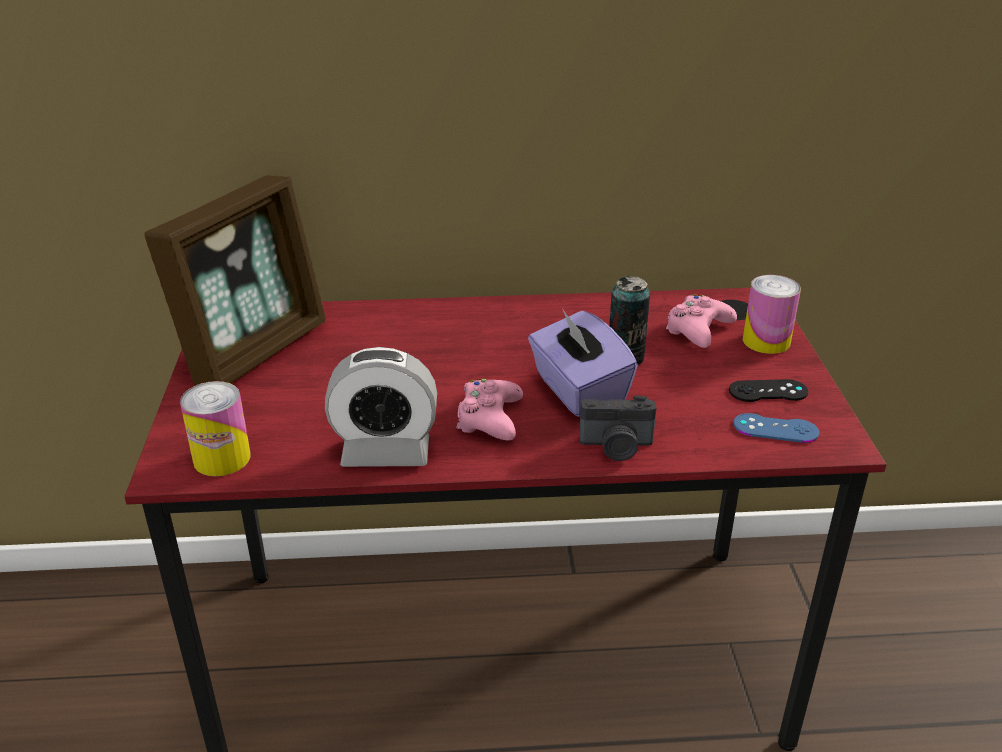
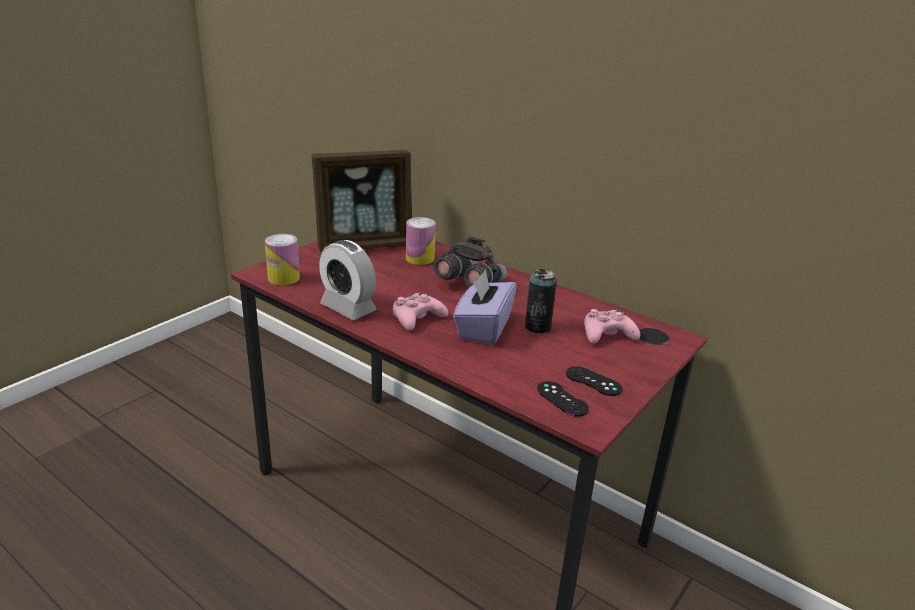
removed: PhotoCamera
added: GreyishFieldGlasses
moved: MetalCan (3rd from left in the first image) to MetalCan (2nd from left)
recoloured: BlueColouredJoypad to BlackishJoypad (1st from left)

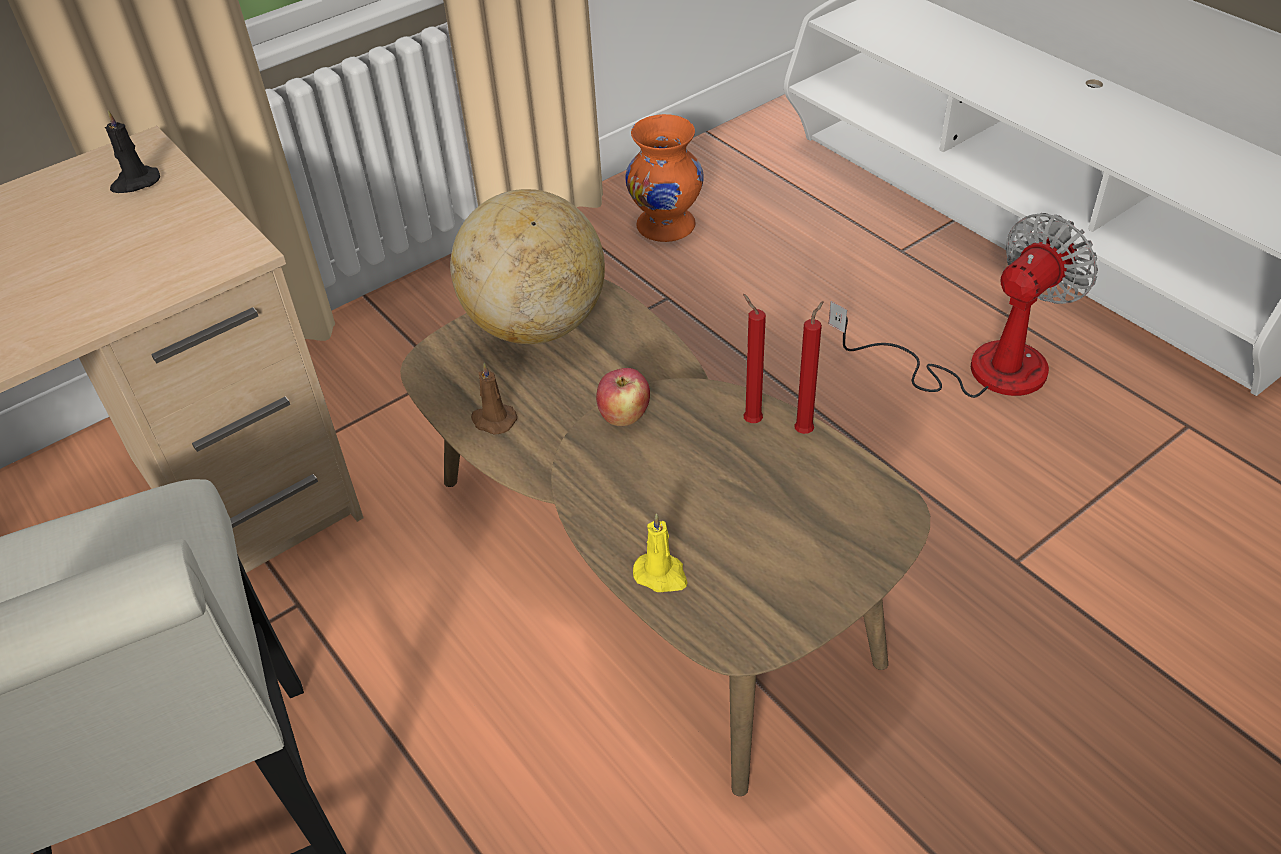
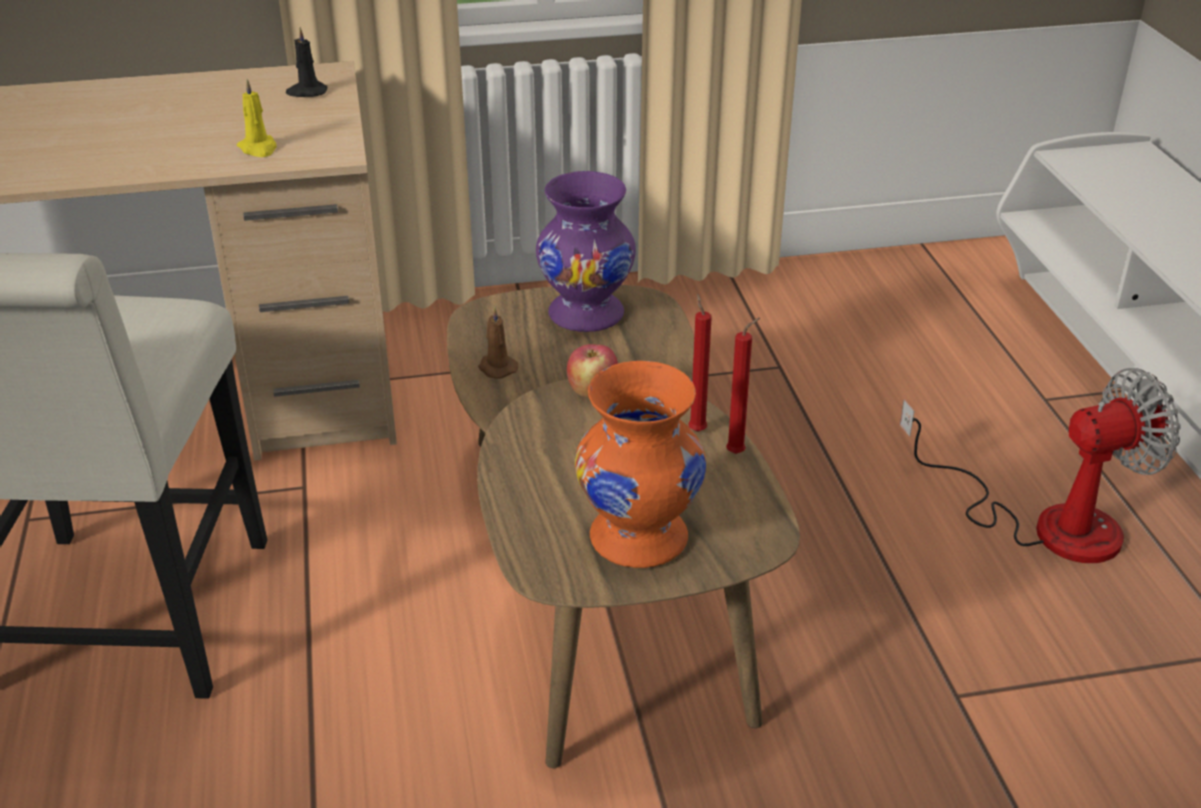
moved: YellowishWaxCandle; OrangeyFlowerVase
replaced: DeskGlobe to PurpleColouredFlowerVase

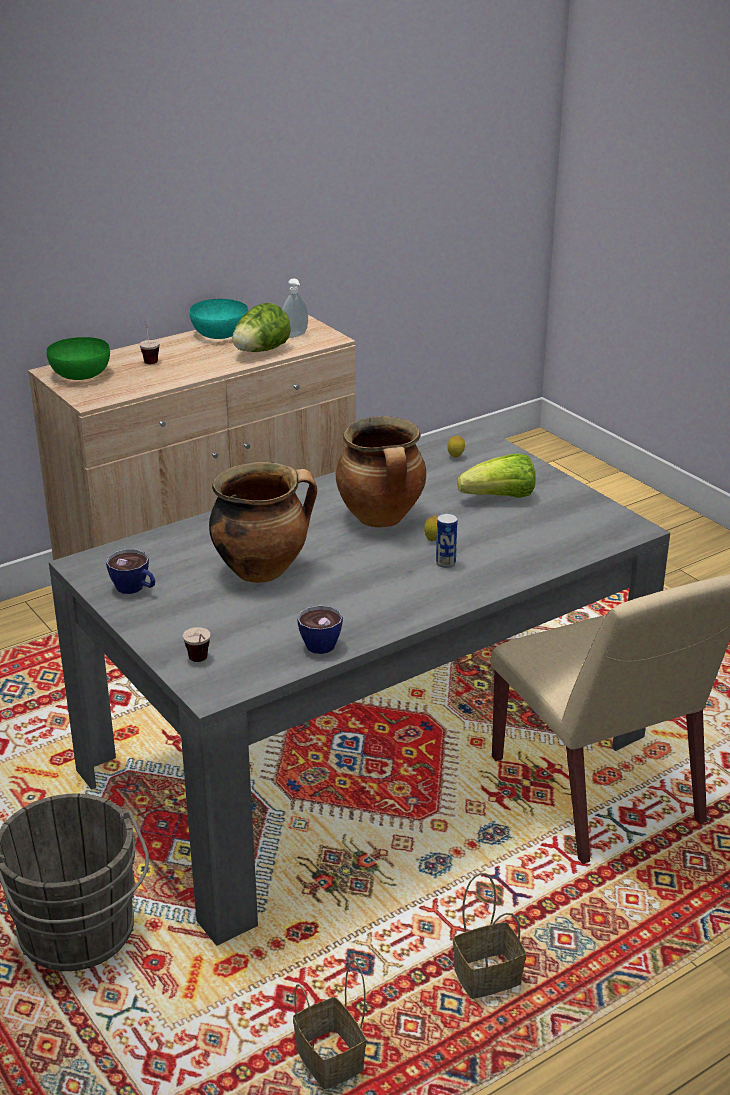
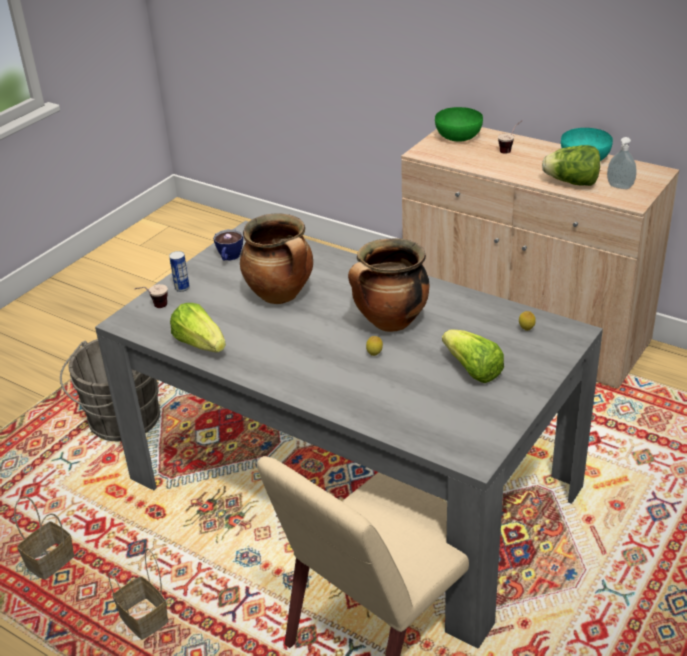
moved: MetalCan
replaced: Cup (4th from left) to LettuceHead (1st from left)

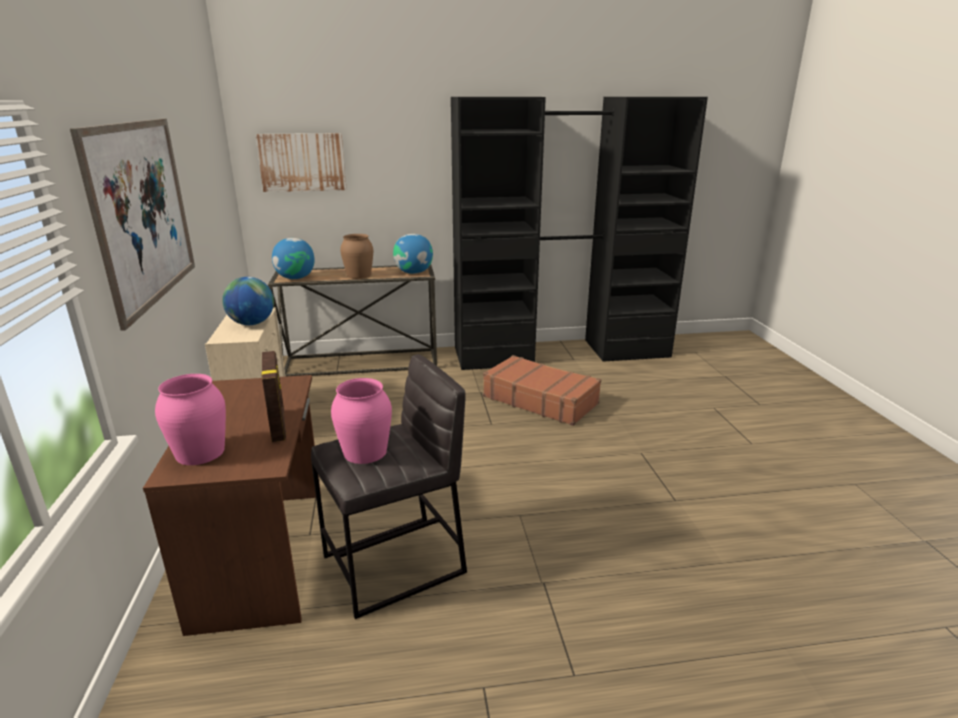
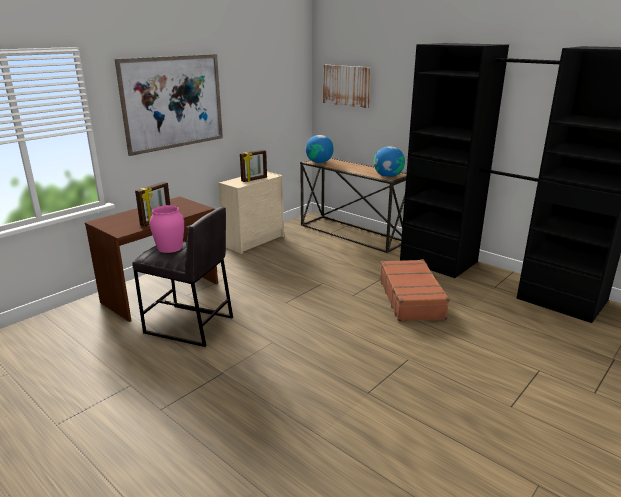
removed: PinkFlowerVase (1st from left); BrownFlowerVase
replaced: DeskGlobe (1st from left) to PictureFrame (2nd from left)

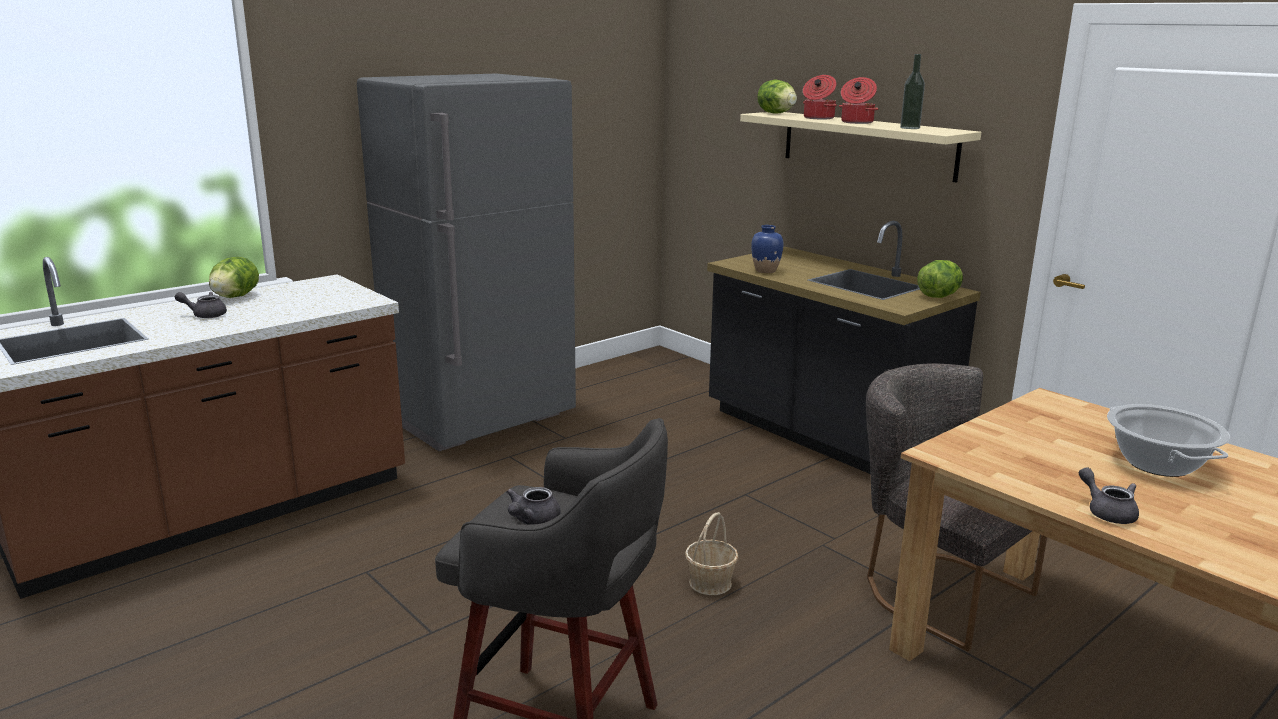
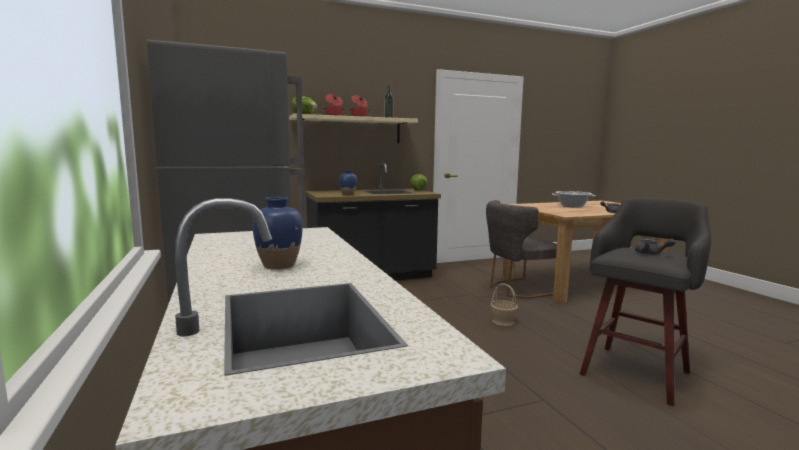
removed: LettuceHead (1st from left)
replaced: GreyishTeapot (1st from left) to BlueColouredFlowerVase (1st from left)

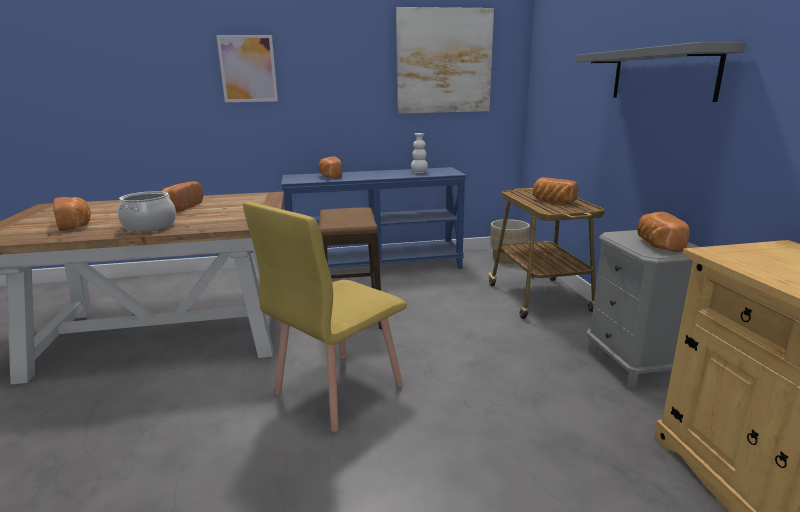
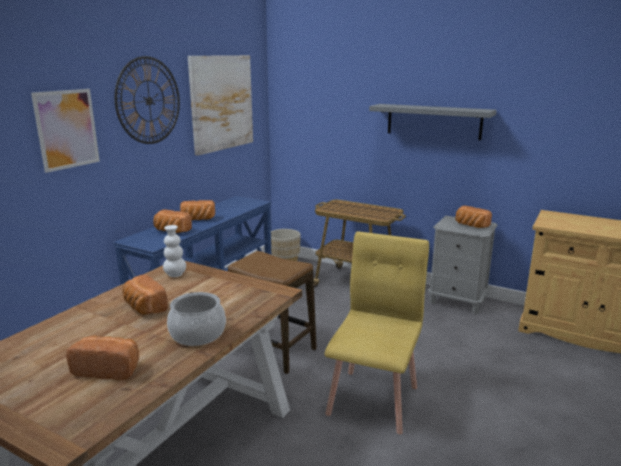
added: HangingClock
moved: WhiteFlowerVase; Bread (4th from left)
turned: YellowishChair 150 degrees counterclockwise

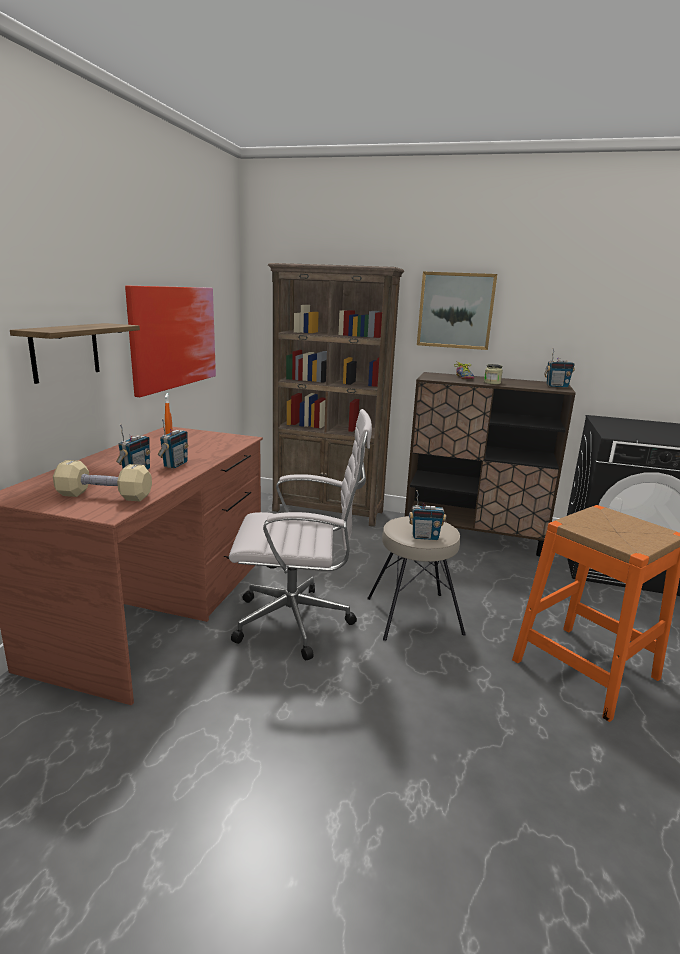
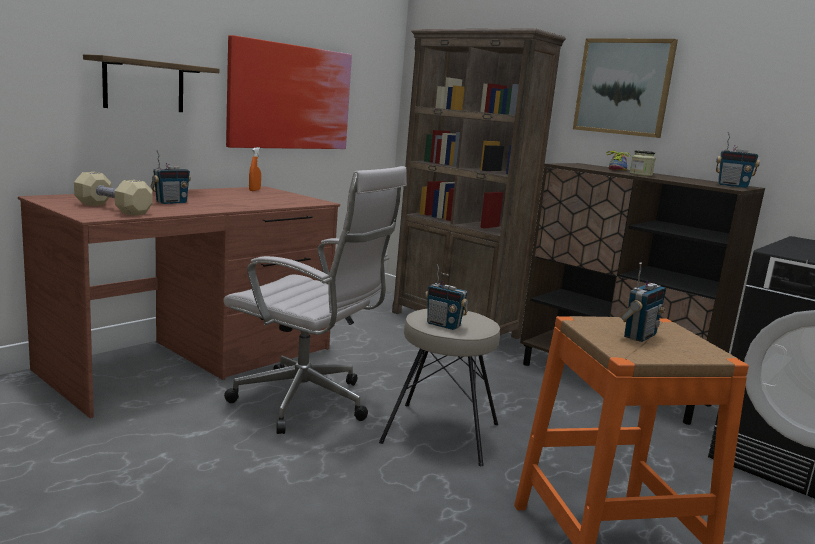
moved: Radio (2nd from left in the first image) to Radio (3rd from left)

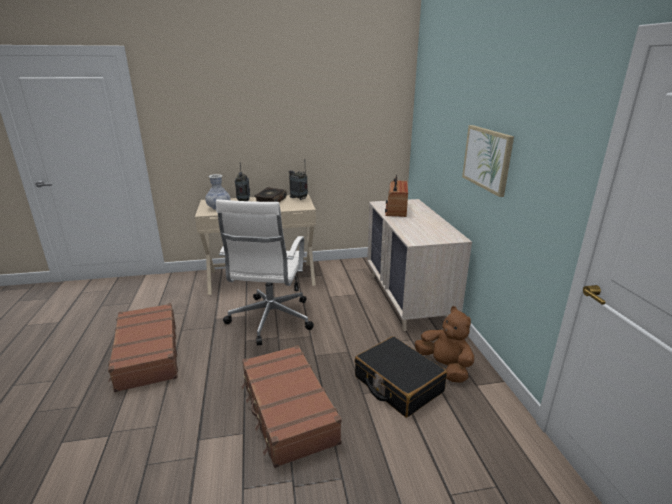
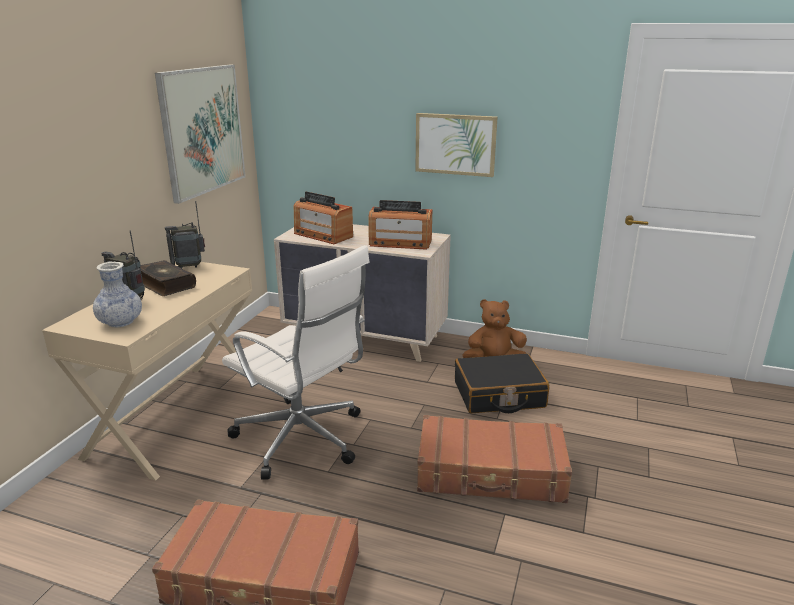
added: Picture (1st from left); Radio (4th from left)

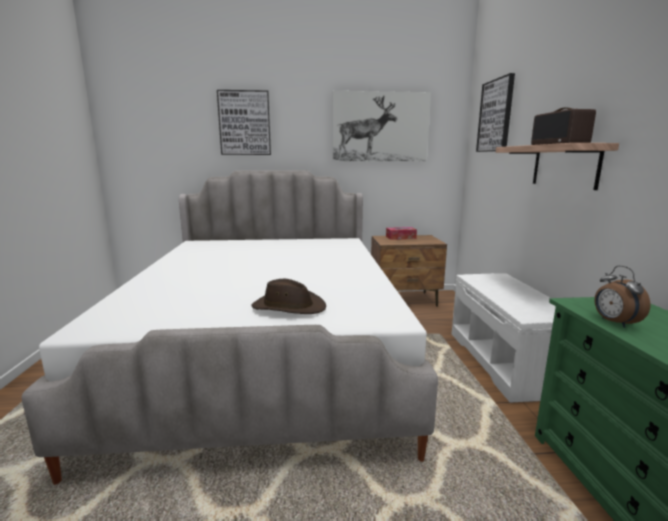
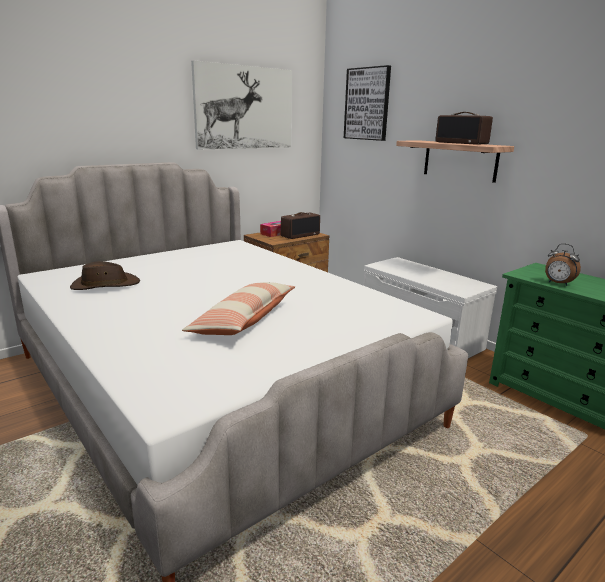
removed: Picture (1st from left)
added: ThrowPillow; Radio (1st from left)
moved: BrownWearableHat

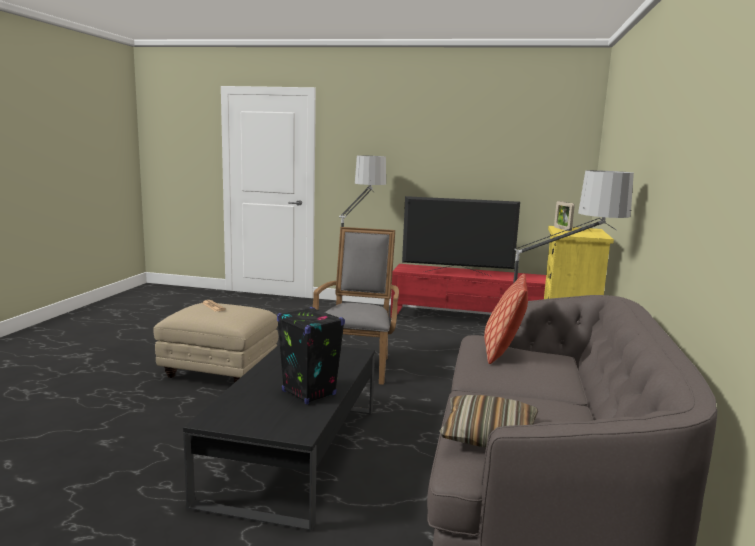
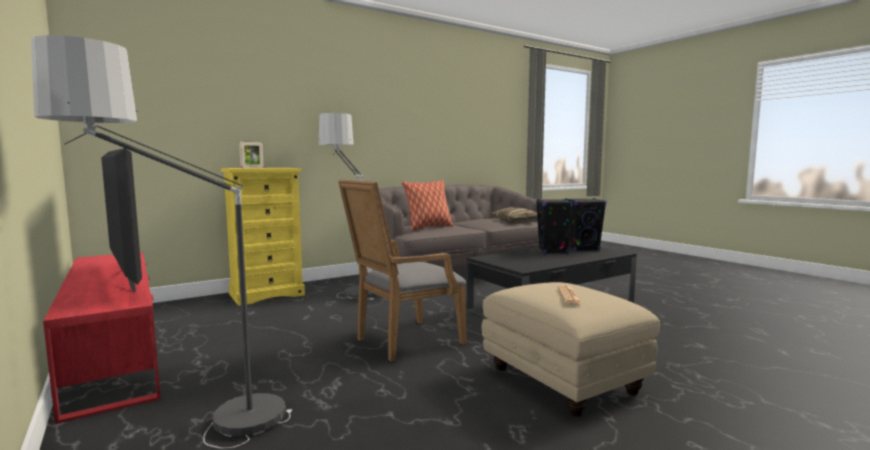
added: BlackishSpeaker (2nd from left)

